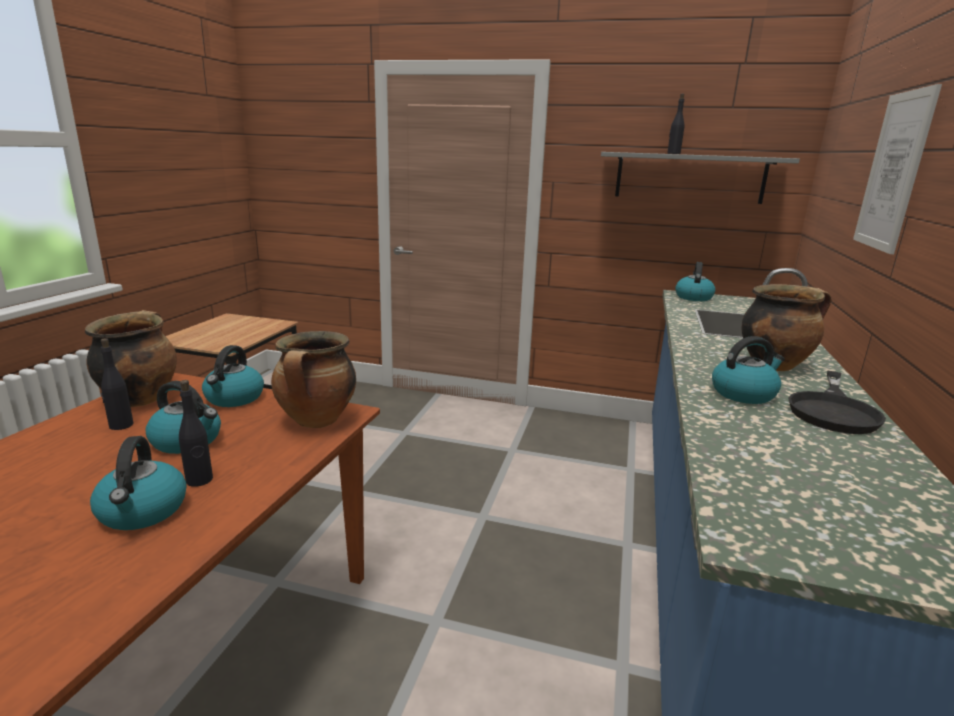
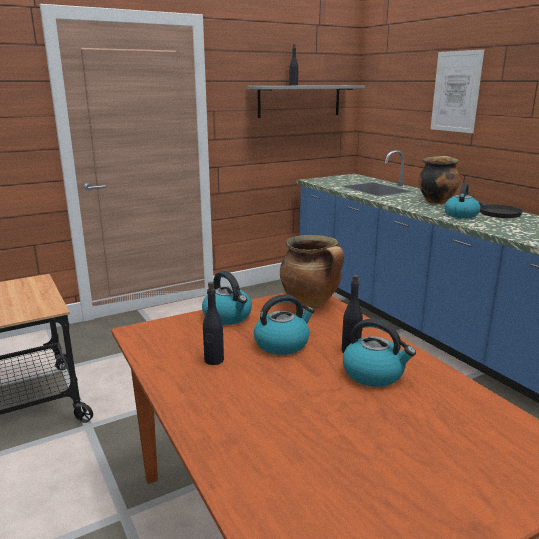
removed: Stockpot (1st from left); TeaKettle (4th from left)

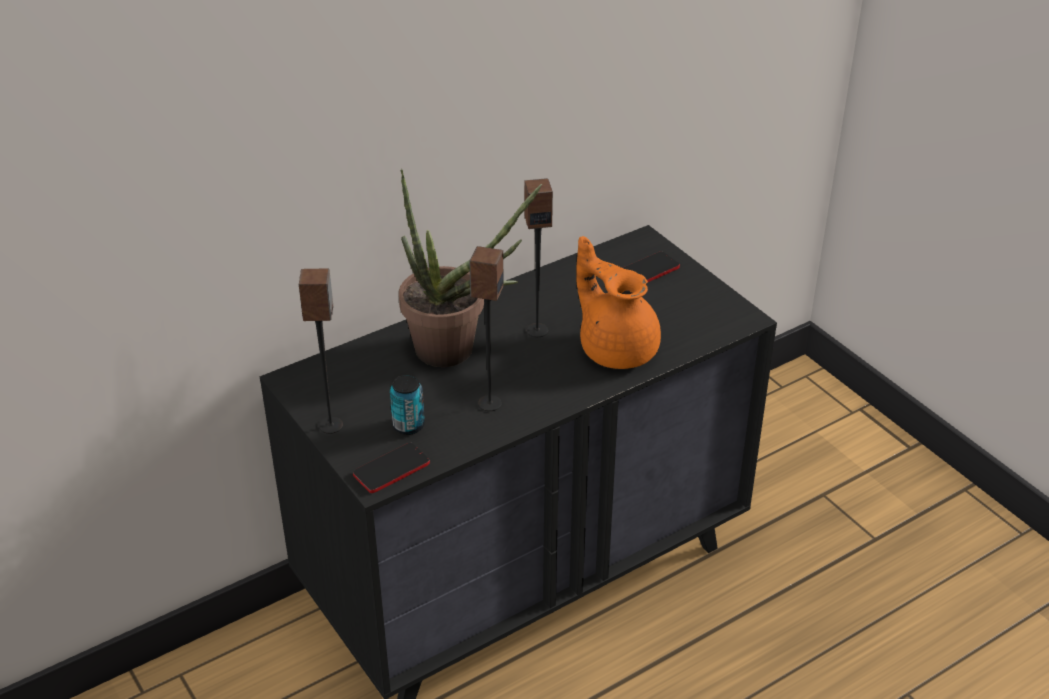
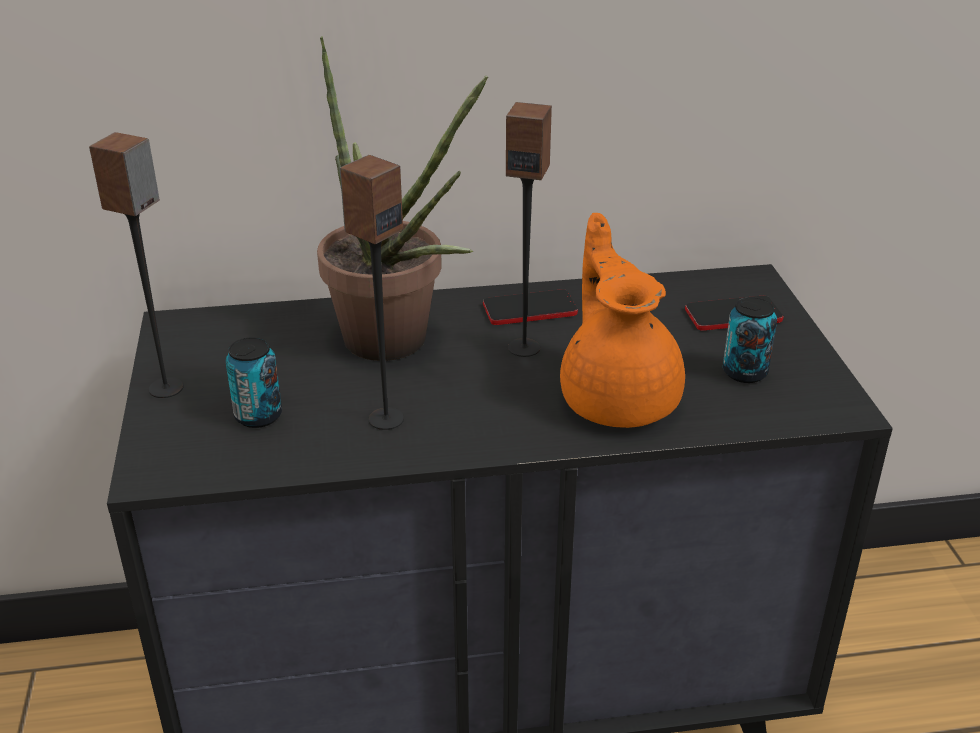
added: MetalCan (2nd from left)
moved: Handset (1st from left)

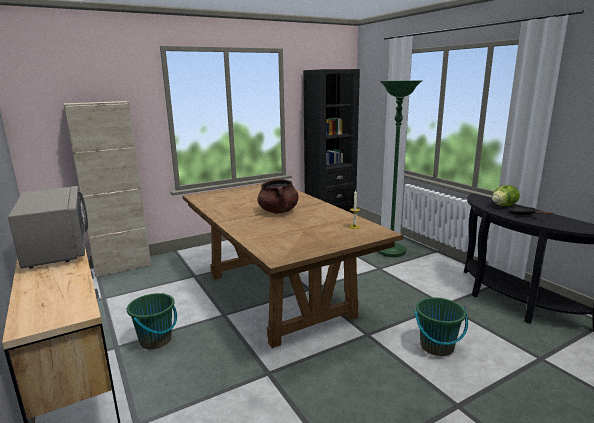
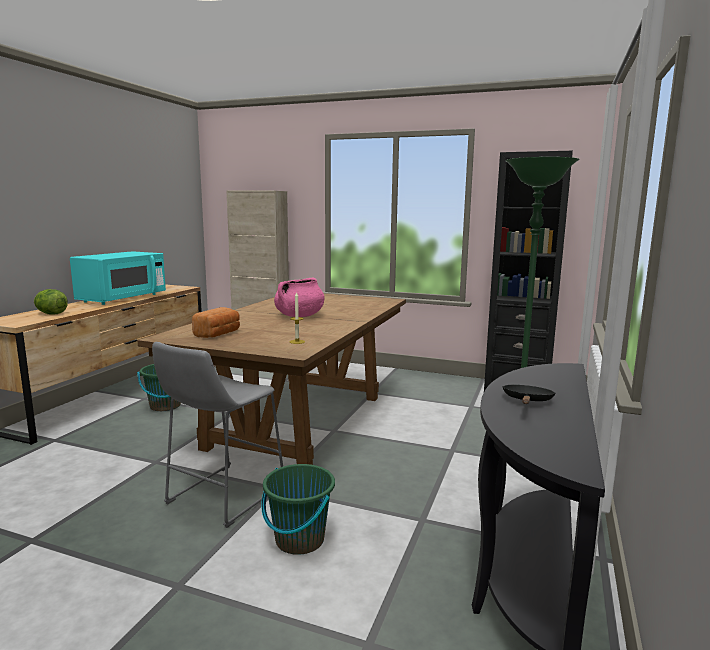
added: GreyishStool; Bread
moved: LettuceHead
recoloured: GreyishMicrowave to TurquoiseColouredMicrowave; BrownStockpot to PinkStockpot

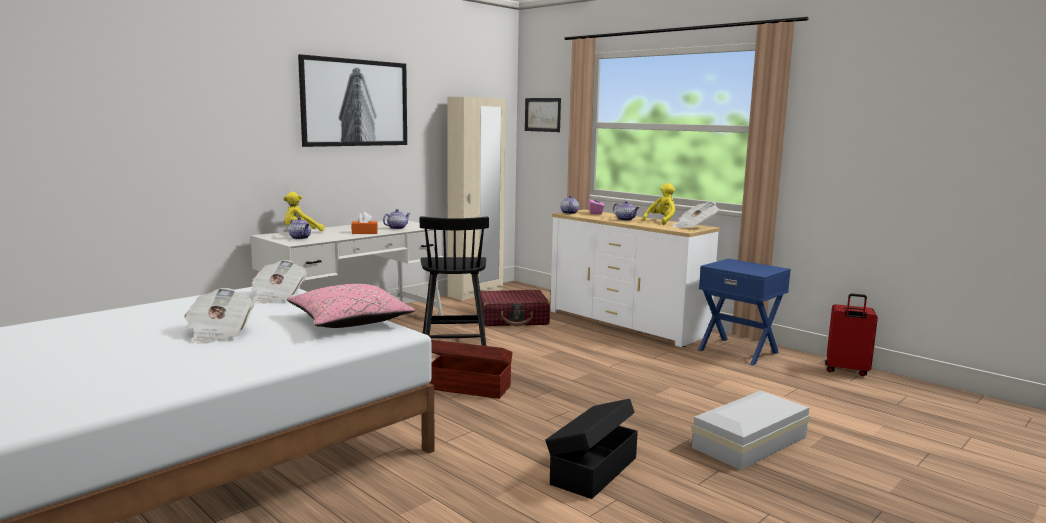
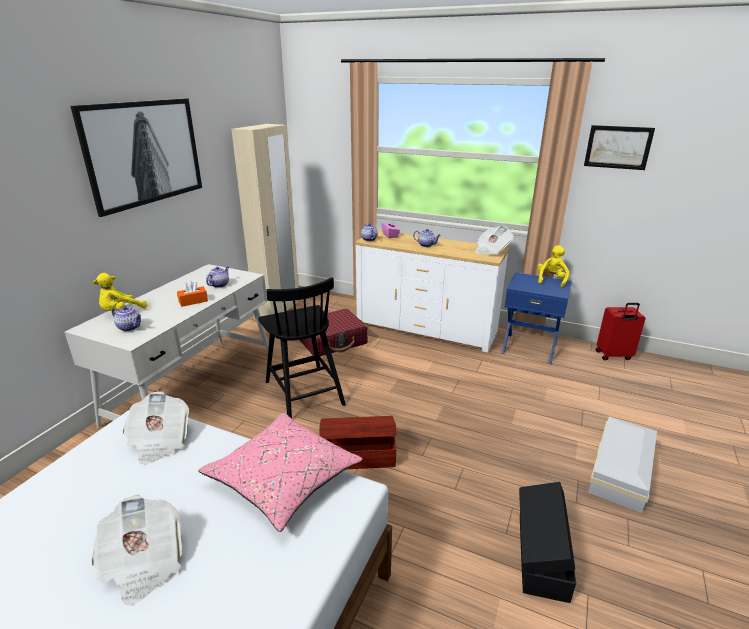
moved: YellowishPlushToy (2nd from left); Picture (2nd from left)

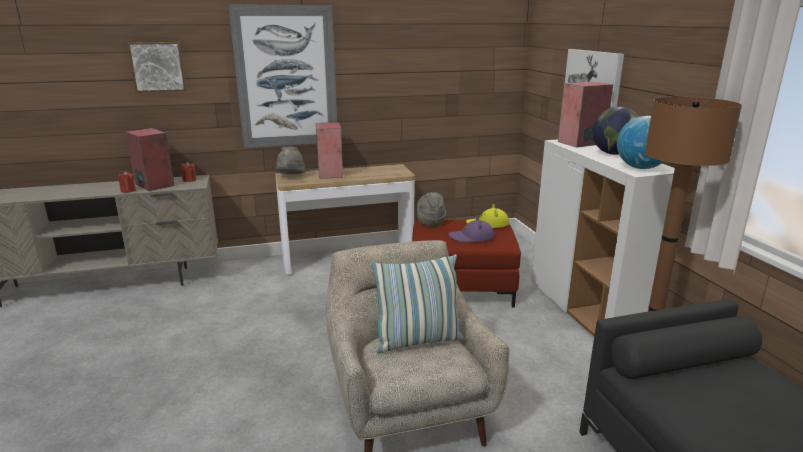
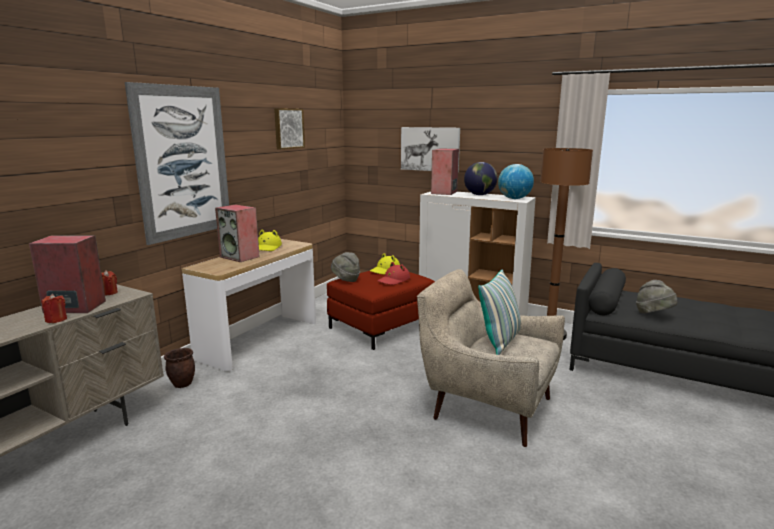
added: BrownFlowerPot; YellowishWearableHat (1st from left)
moved: Picture (1st from left in the first image) to Picture (2nd from left); GreyishWearableHat (1st from left in the first image) to GreyishWearableHat (2nd from left)
recoloured: PurpleColouredWearableHat to RedWearableHat

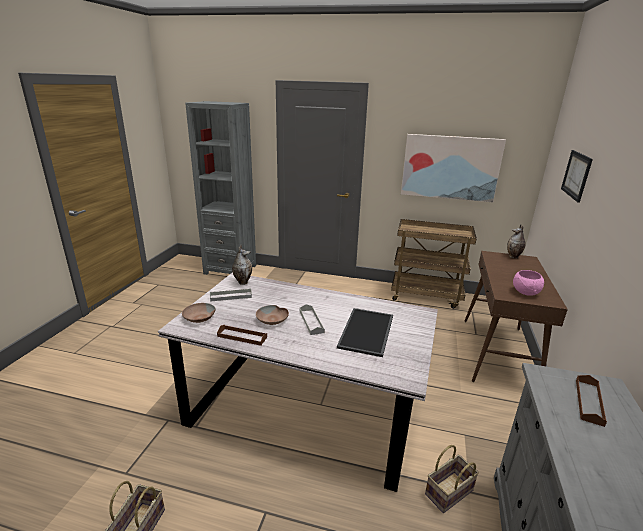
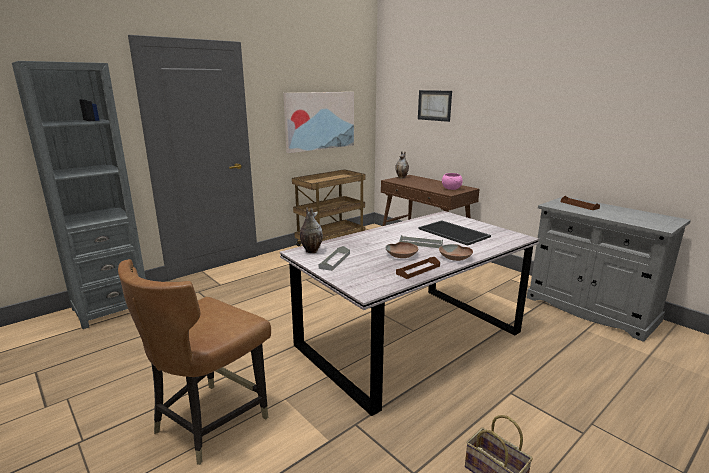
removed: HouseholdBasket (2nd from left)
added: BrownChair
moved: BrownDeepDish (1st from left in the first image) to BrownDeepDish (2nd from left)

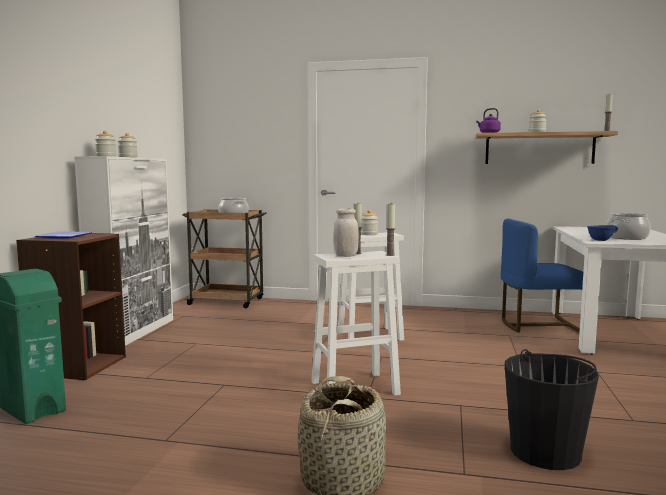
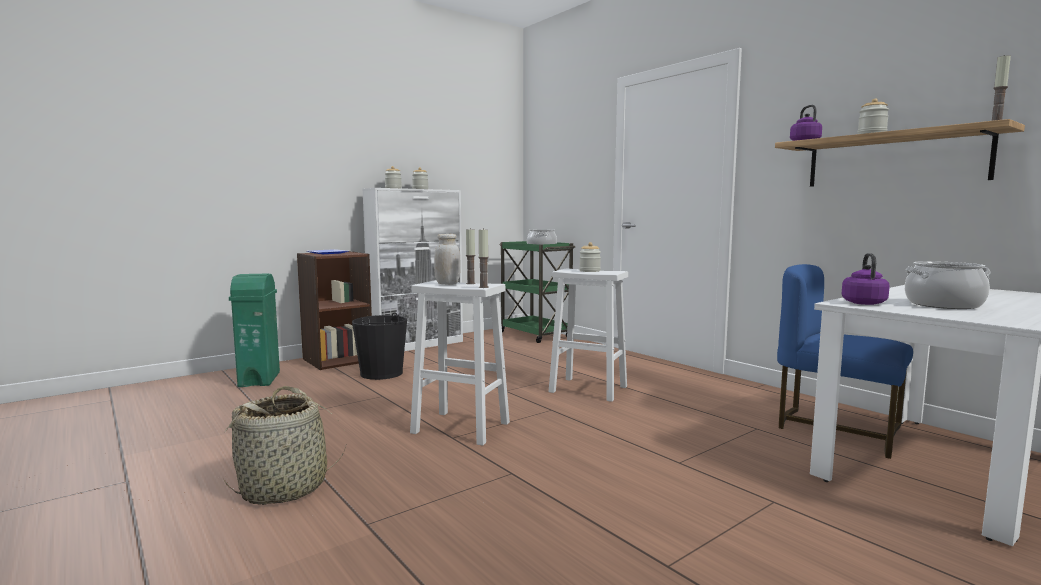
moved: BlackishPail
replaced: BlueColouredDeepDish to PurpleColouredTeaKettle (2nd from left)
recoloured: BrownTrolley to GreenTrolley

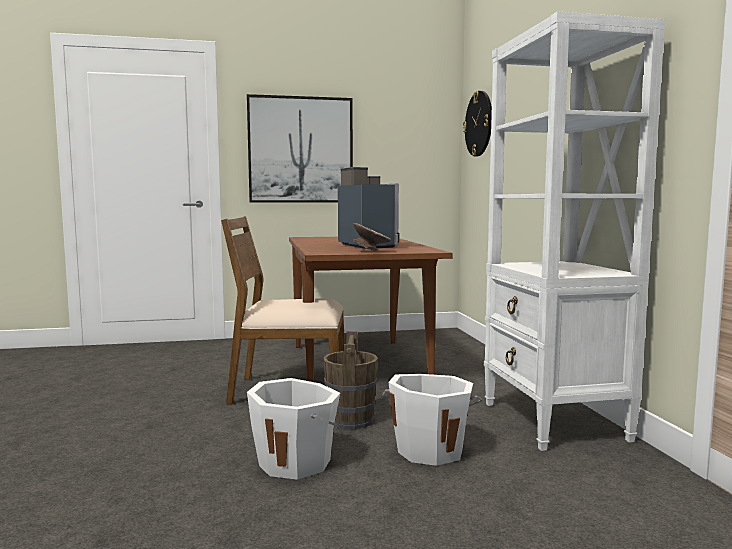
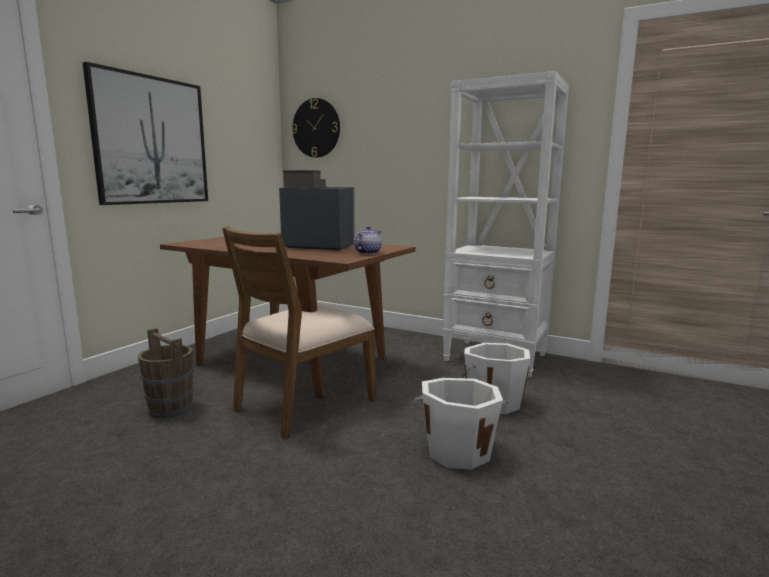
moved: BrownPail
replaced: GreyishDeepDish to Teapot

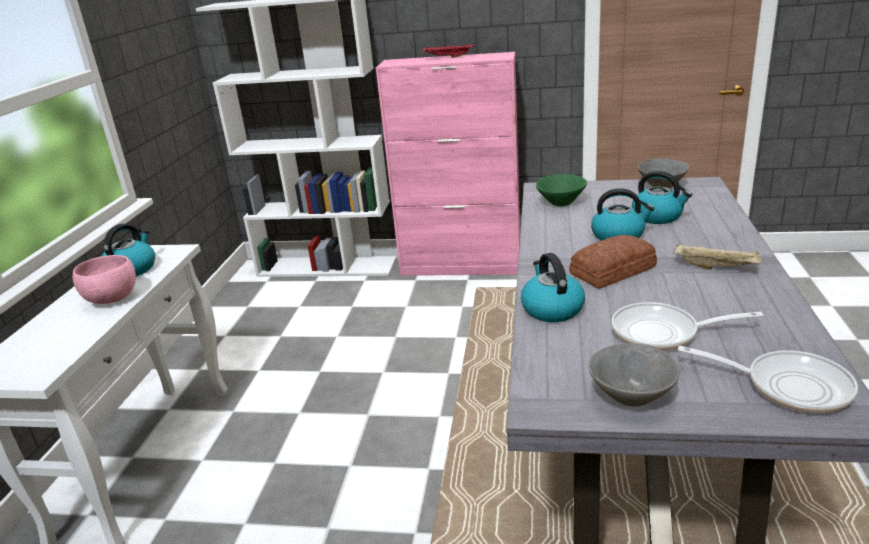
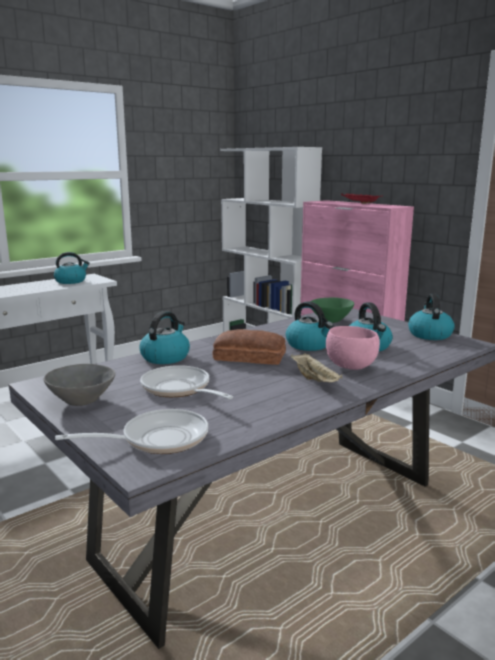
moved: PinkDeepDish
replaced: GreyishDeepDish (2nd from left) to TeaKettle (5th from left)
turned: Pan (2nd from left in the first image) 90 degrees counterclockwise

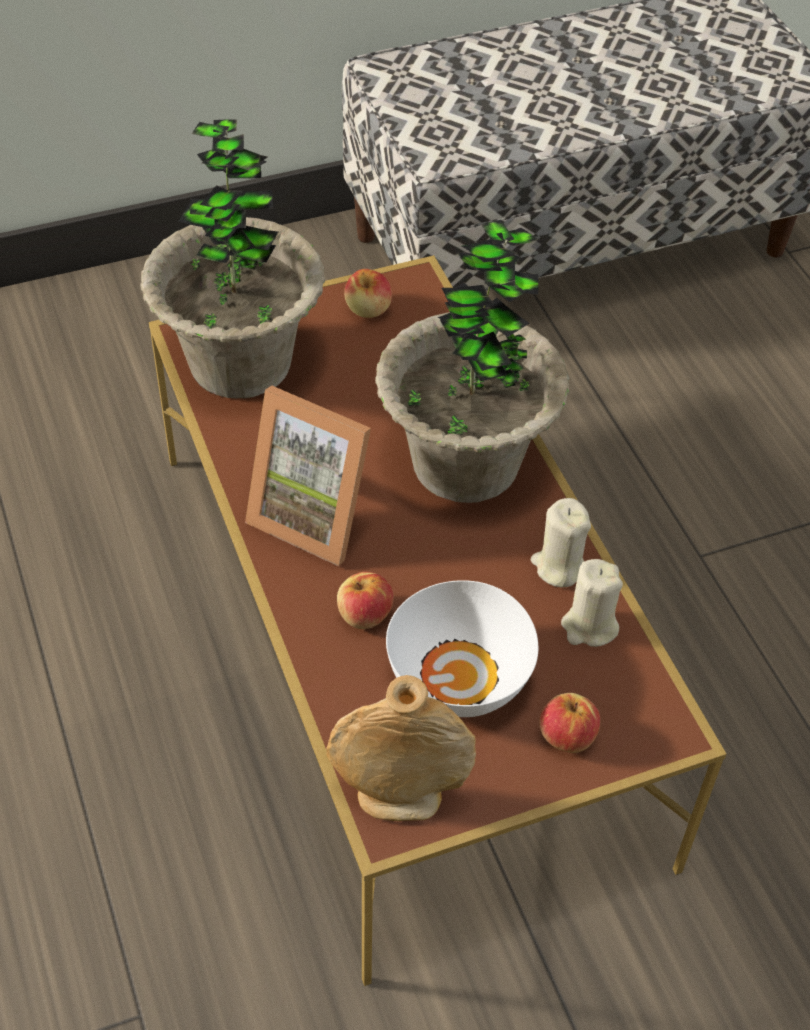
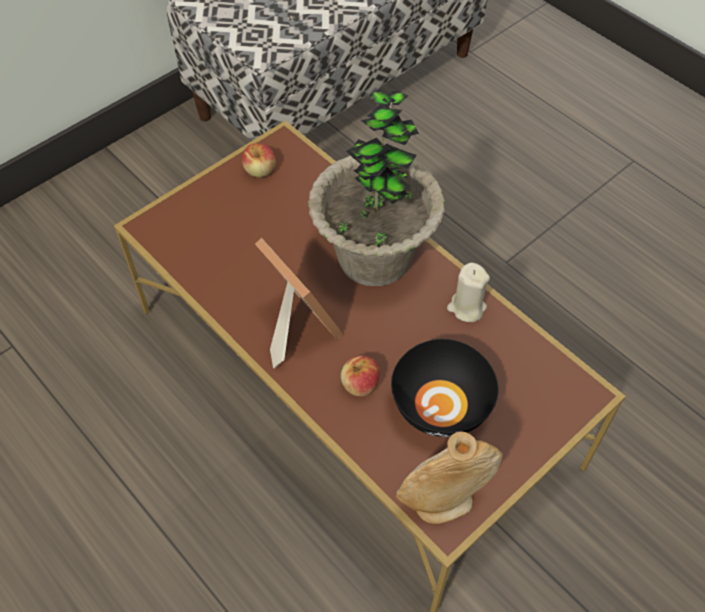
removed: PlantInAPot (1st from left); AppleFruit (3rd from left); SandColouredWaxCandle (2nd from left)
recoloured: WhiteDeepDish to BlackishDeepDish
turned: PictureFrame 135 degrees counterclockwise

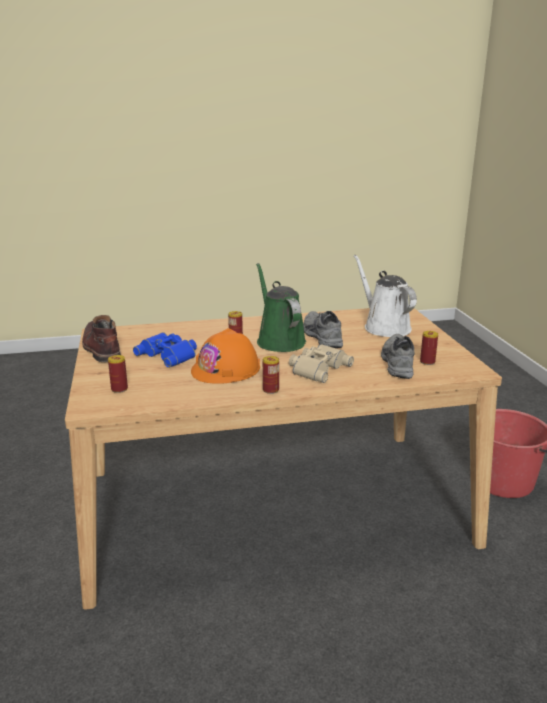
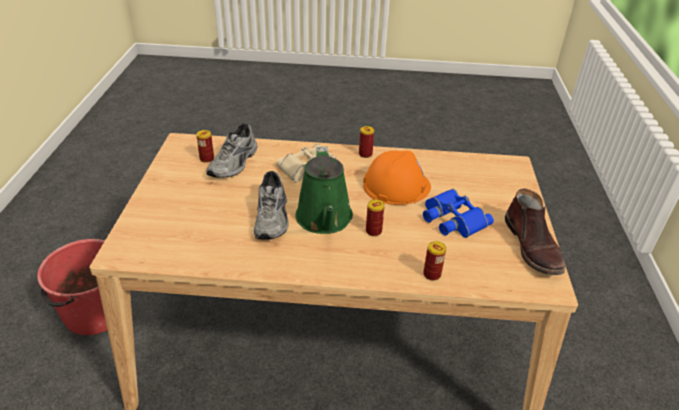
removed: WhiteWateringPot
moved: MetalCan (1st from left in the first image) to MetalCan (4th from left)

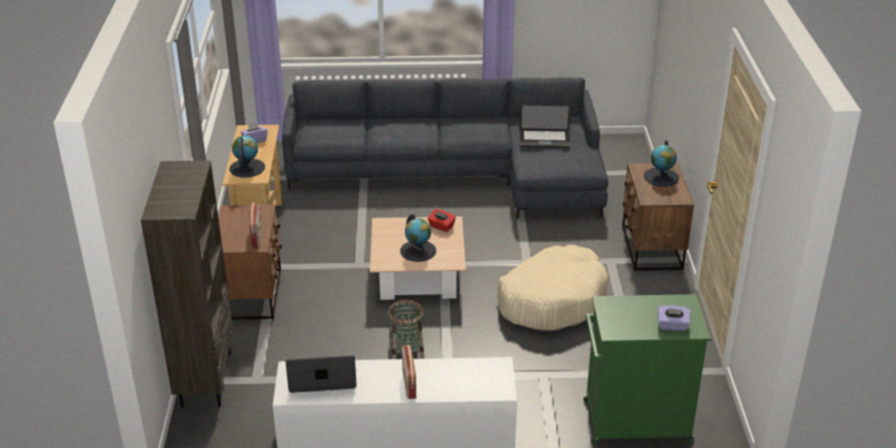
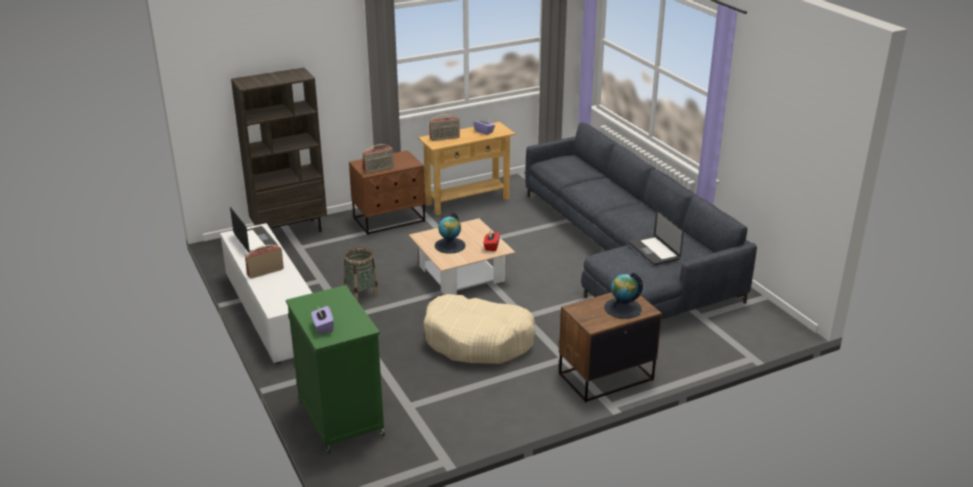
replaced: DeskGlobe (1st from left) to Radio (3rd from left)

